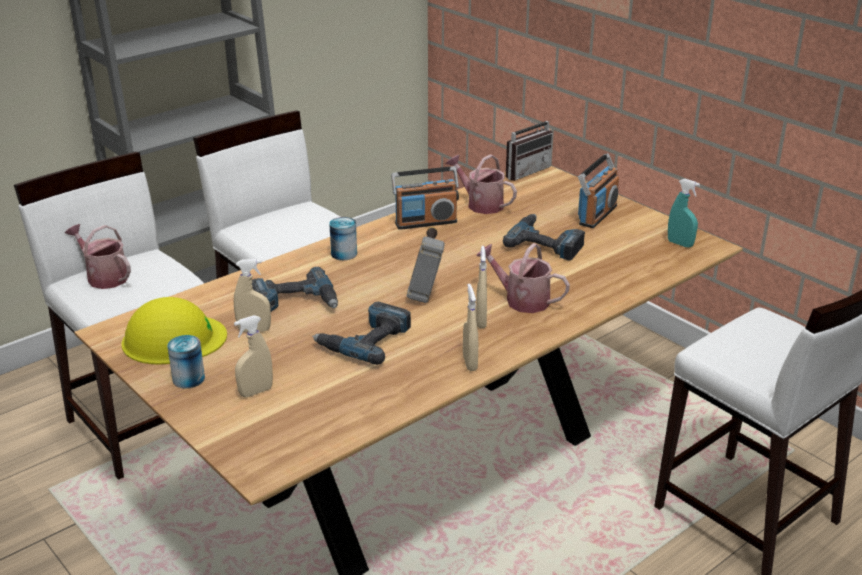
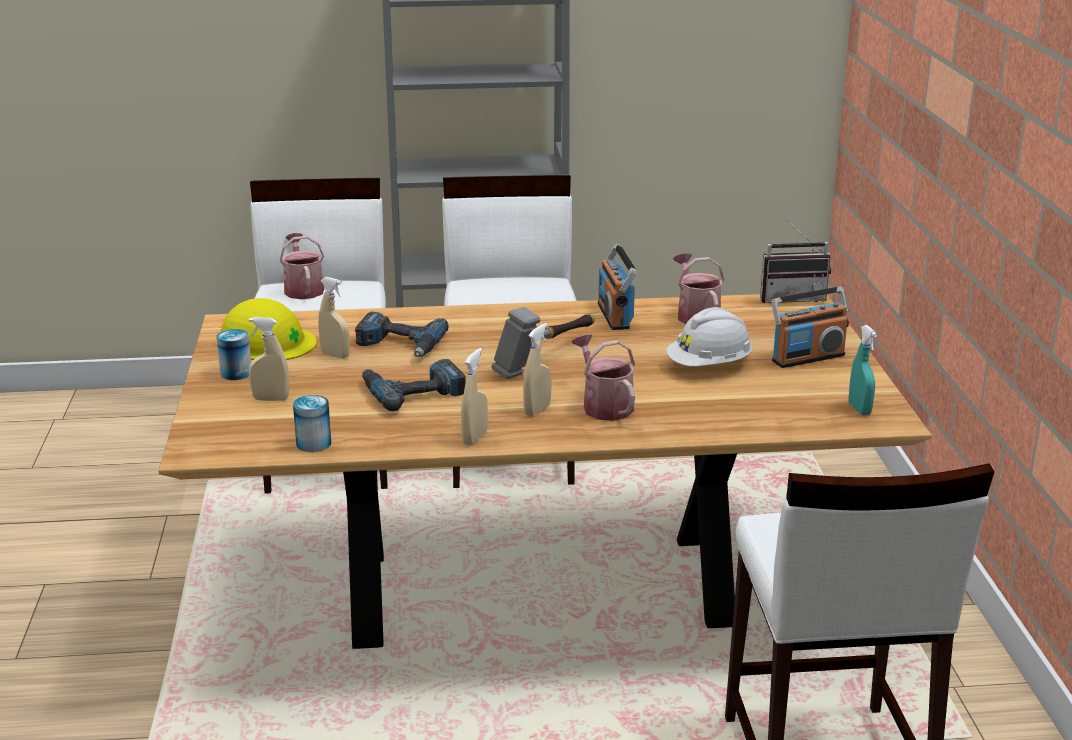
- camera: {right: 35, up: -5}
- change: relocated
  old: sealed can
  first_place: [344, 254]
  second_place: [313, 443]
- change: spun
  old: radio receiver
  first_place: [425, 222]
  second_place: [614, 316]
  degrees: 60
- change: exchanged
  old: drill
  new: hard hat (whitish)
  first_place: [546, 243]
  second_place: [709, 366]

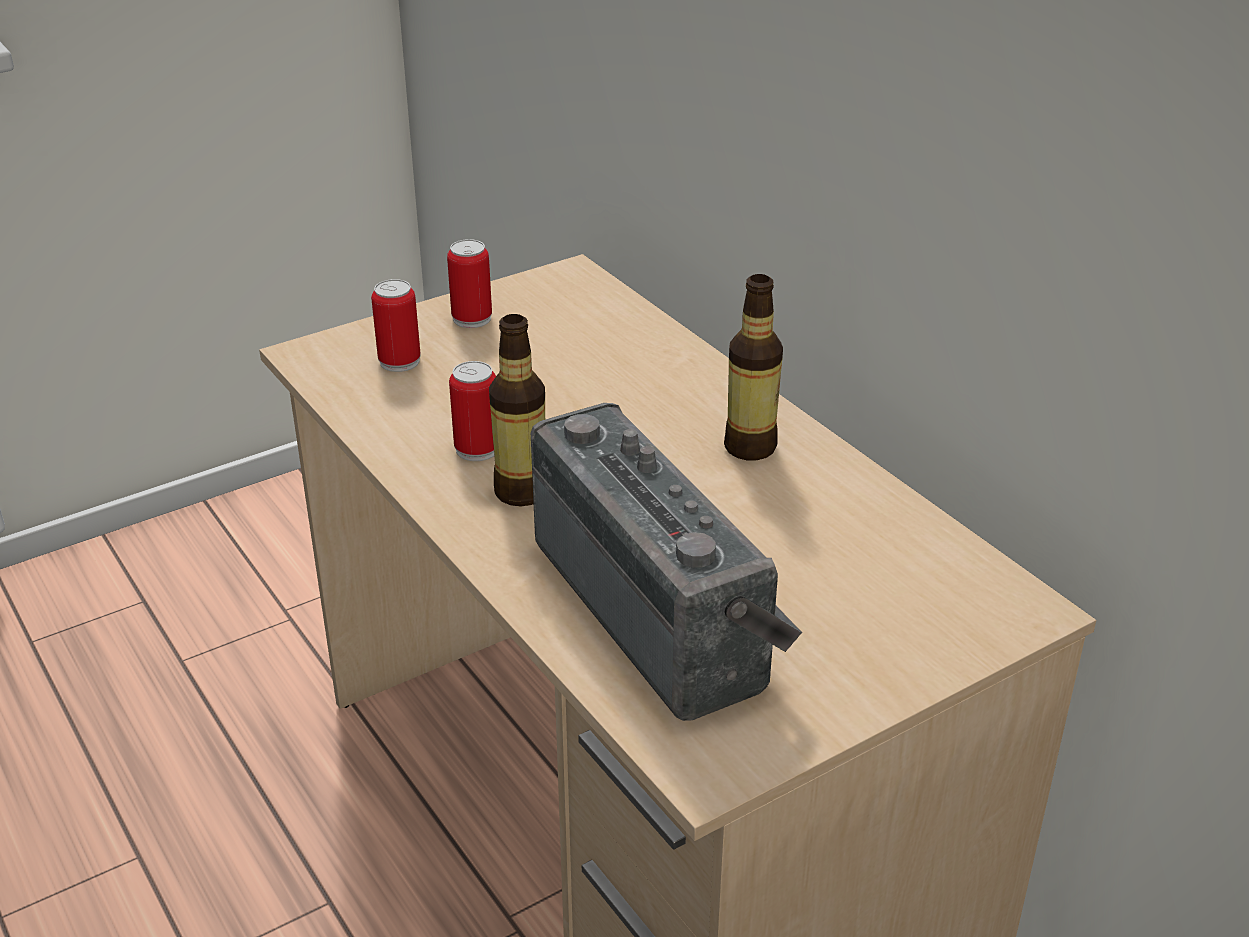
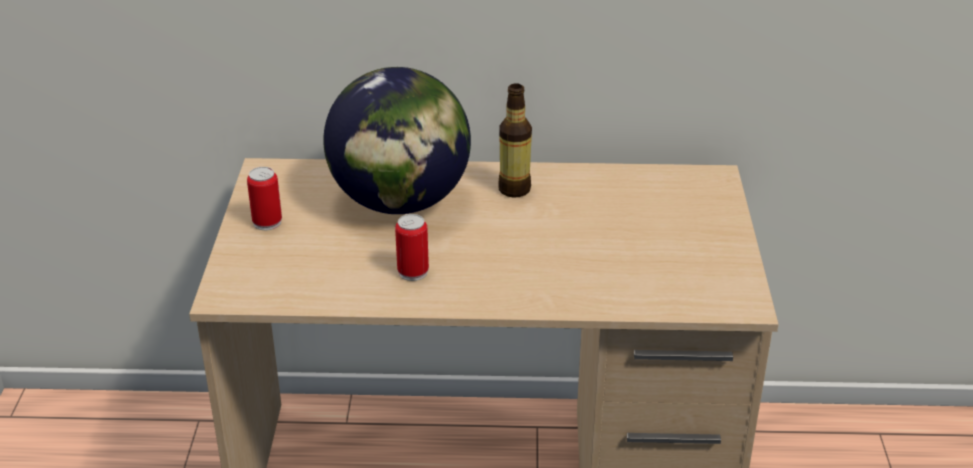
- camera: {right: -55, up: 0}
- change: appeared
  new: globe
  second_place: [400, 202]
- change: missing
  old: sealed can
  first_place: [399, 361]
- change: missing
  old: bottle
  first_place: [521, 492]
- change: missing
  old: radio receiver
  first_place: [661, 610]

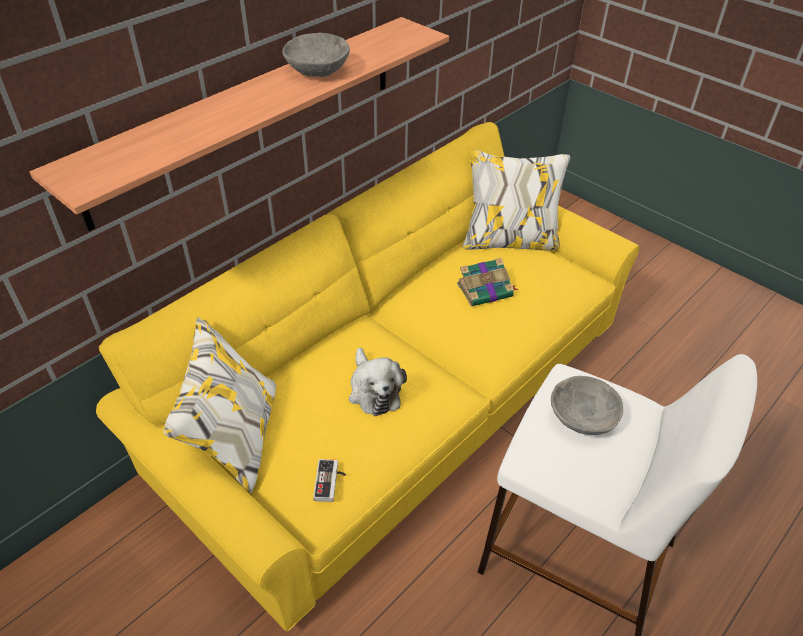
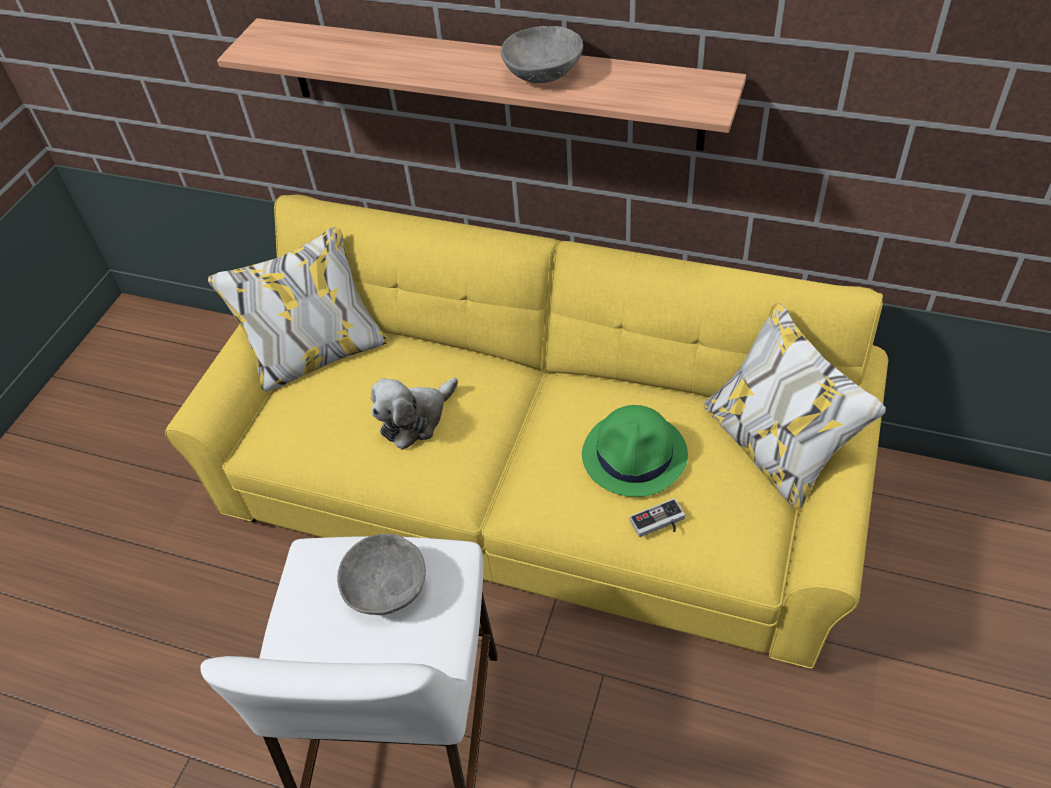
- camera: {right: 70, up: 5}
- change: exchanged
  old: book
  new: clothing hat (green)
  first_place: [486, 290]
  second_place: [635, 455]
- change: relocated
  old: gamepad
  first_place: [330, 482]
  second_place: [659, 524]

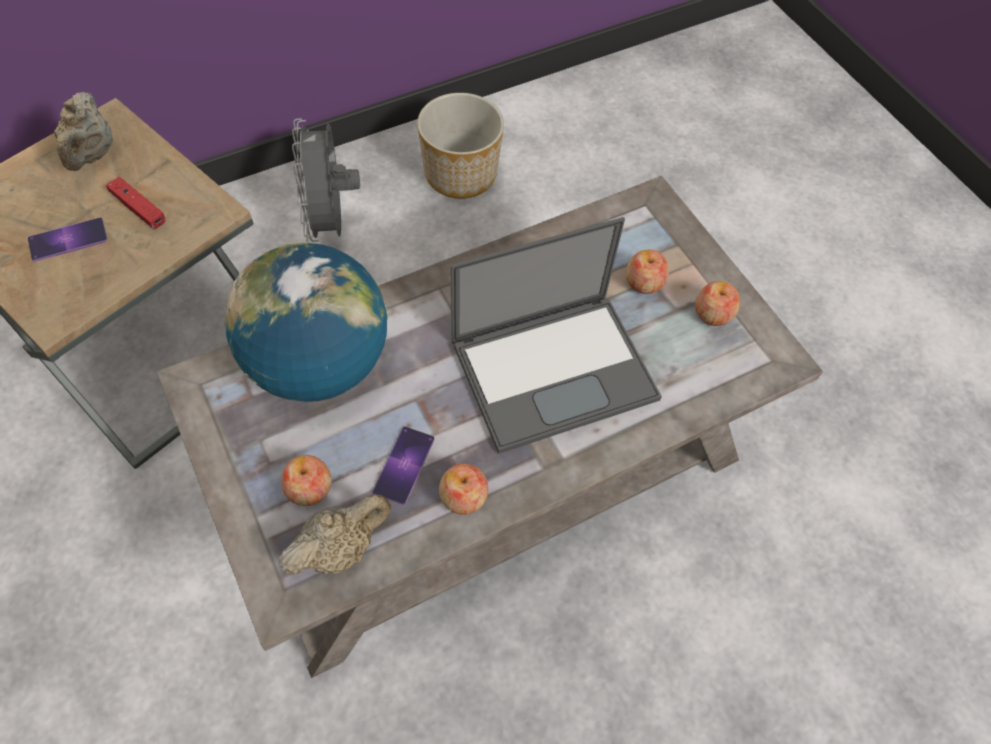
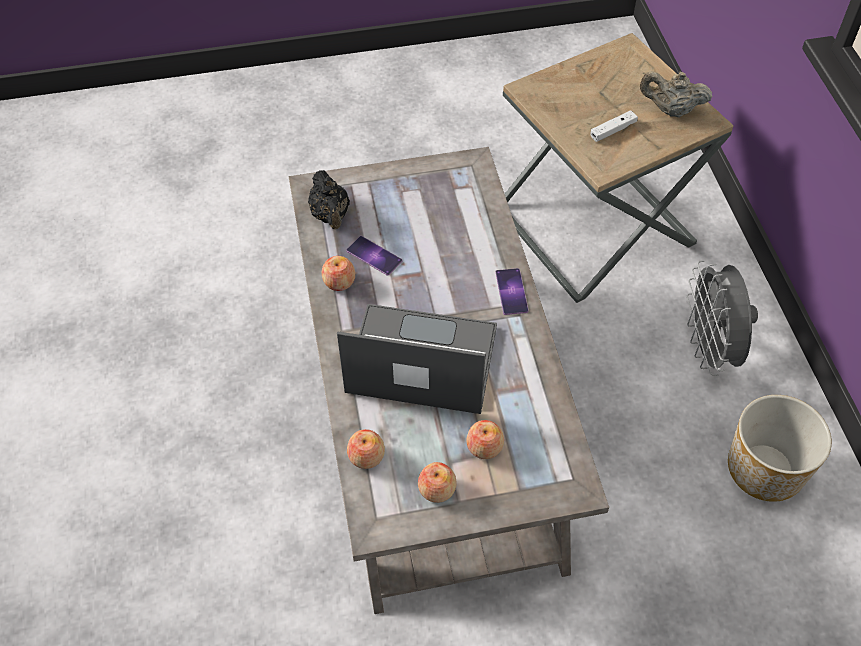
- camera: {right: 110, up: -5}
- change: colour
  old: teapot (beige-coloured)
  new: teapot (black-coloured)
  first_place: [340, 548]
  second_place: [331, 216]
- change: spun
  old: laptop
  first_place: [556, 368]
  second_place: [419, 360]
  degrees: 105
- change: relocated
  old: apple
  first_place: [309, 488]
  second_place: [366, 456]
- change: relocated
  old: telephone
  first_place: [68, 240]
  second_place: [511, 291]
- change: colour
  old: gamepad (red)
  new: gamepad (whitish)
  first_place: [138, 208]
  second_place: [613, 130]
- change: spun
  old: fan (greyish)
  first_place: [330, 223]
  second_place: [709, 349]
  degrees: -105
- change: missing
  old: globe
  first_place: [318, 364]

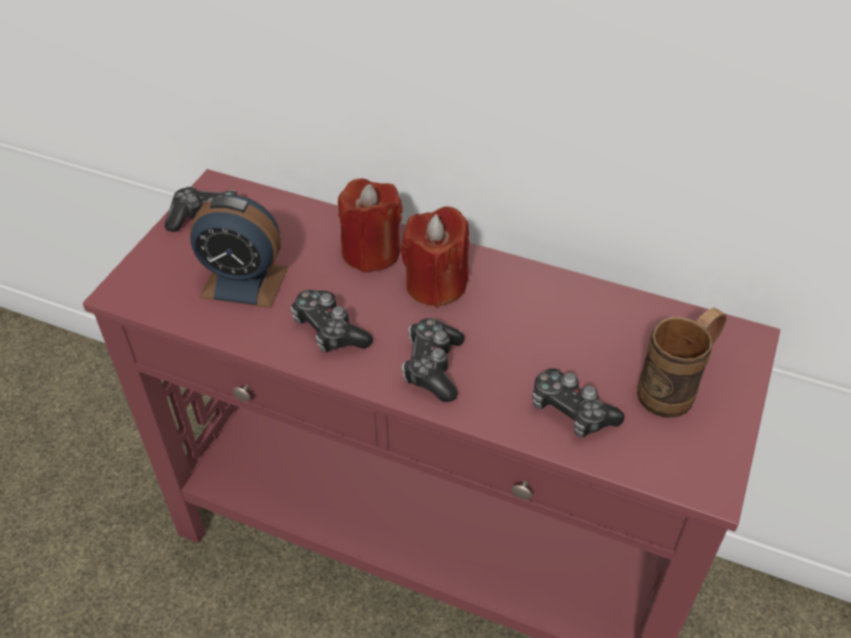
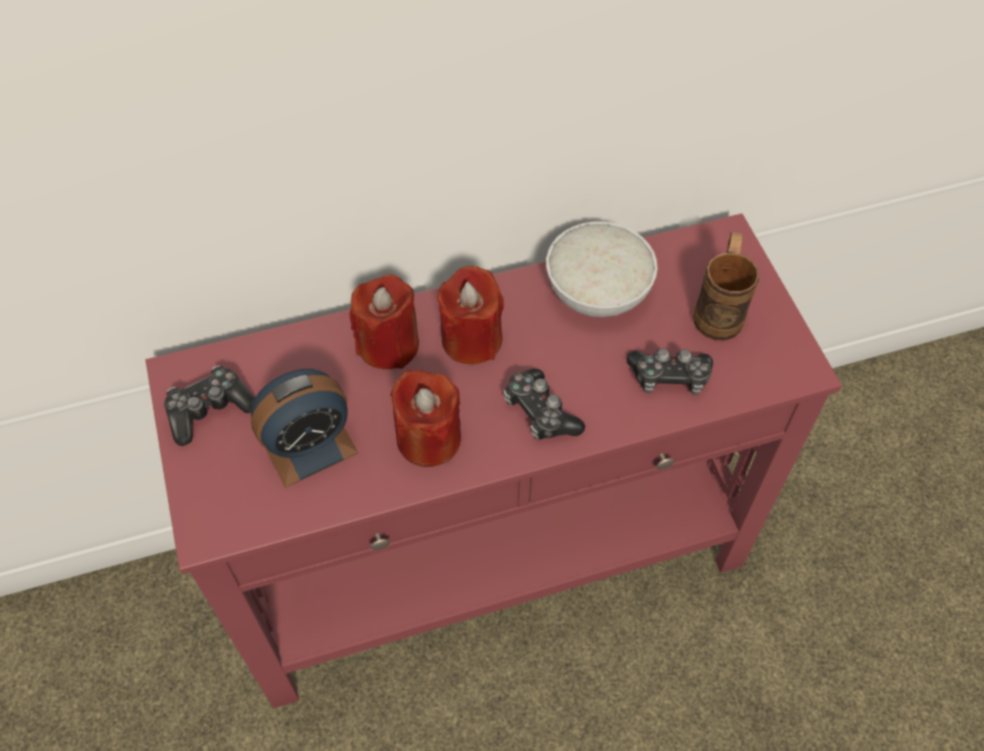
- camera: {right: -40, up: 10}
- change: exchanged
  old: gamepad
  new: candle (red)
  first_place: [329, 330]
  second_place: [428, 439]
- change: appeared
  new: bowl (whitish)
  second_place: [599, 292]

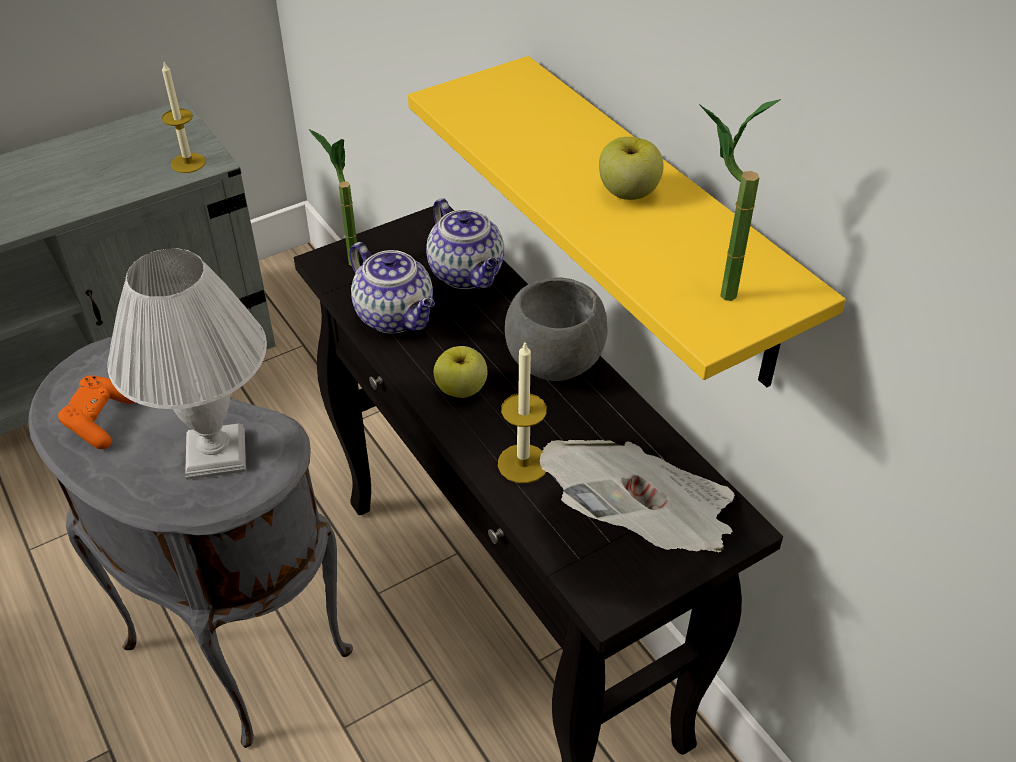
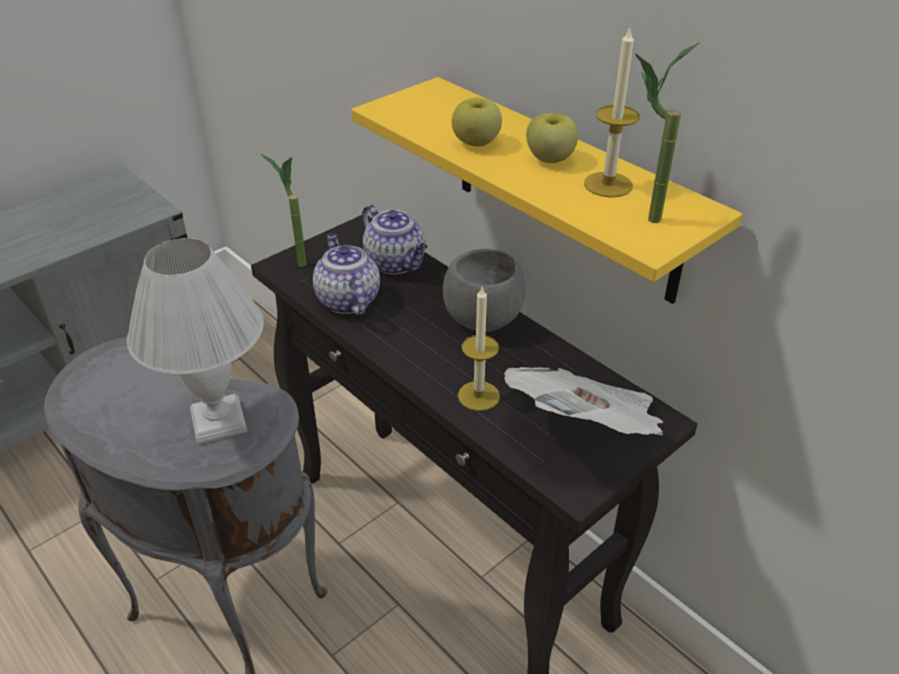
- camera: {right: -10, up: -5}
- change: spun
  old: teapot
  first_place: [396, 317]
  second_place: [347, 300]
  degrees: -150
- change: relocated
  old: apple
  first_place: [461, 389]
  second_place: [476, 143]
- change: relocated
  old: candle
  first_place: [188, 163]
  second_place: [608, 184]
- change: missing
  old: gamepad (orange)
  first_place: [101, 421]

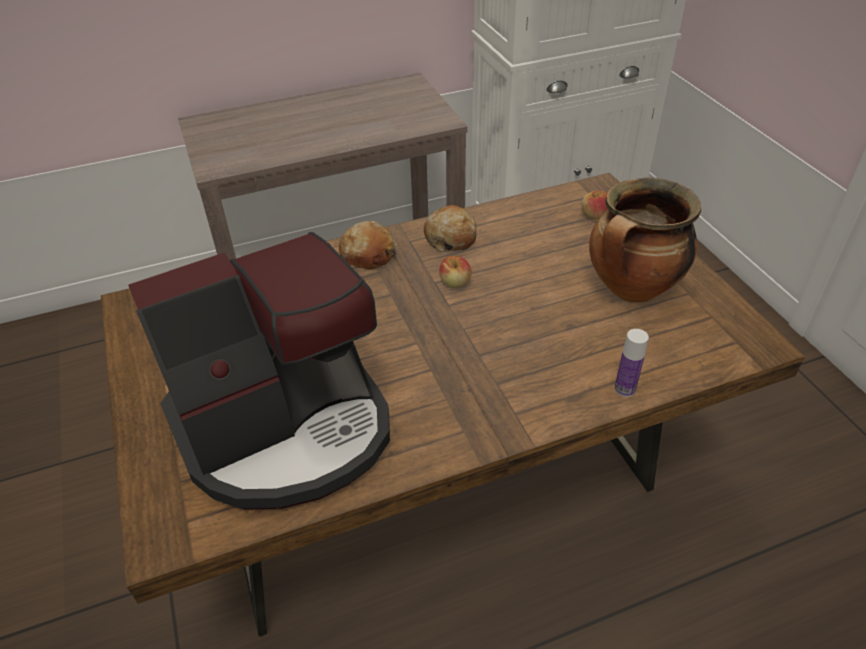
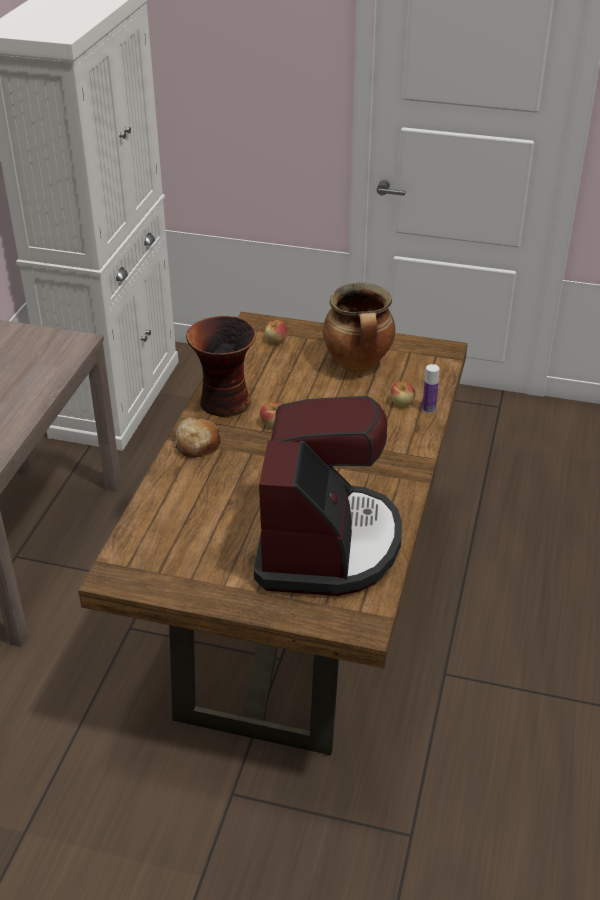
- camera: {right: -55, up: -5}
- change: exchanged
  old: bakery bread
  new: vase
  first_place: [450, 237]
  second_place: [224, 403]
- change: appeared
  new: apple
  second_place: [402, 403]

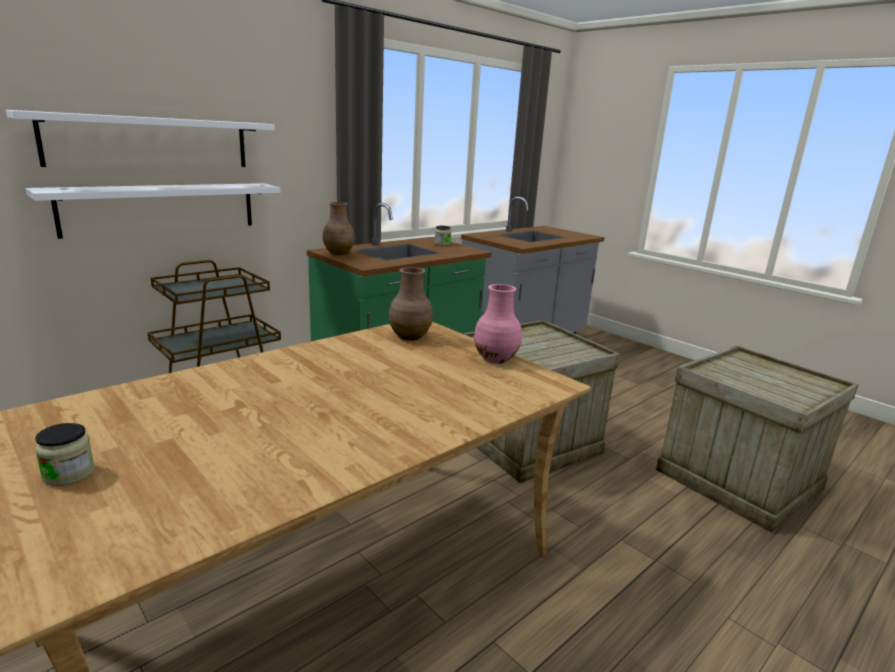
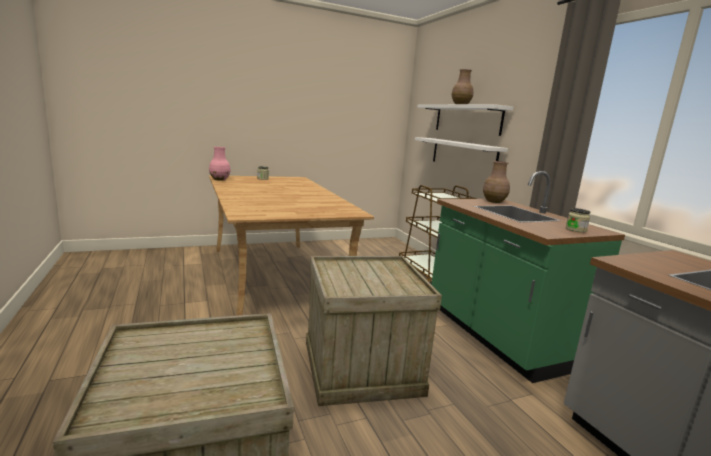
- camera: {right: 110, up: -5}
- change: relocated
  old: vase (pink)
  first_place: [496, 359]
  second_place: [219, 179]
- change: relocated
  old: vase (brown-coloured)
  first_place: [409, 336]
  second_place: [461, 104]

